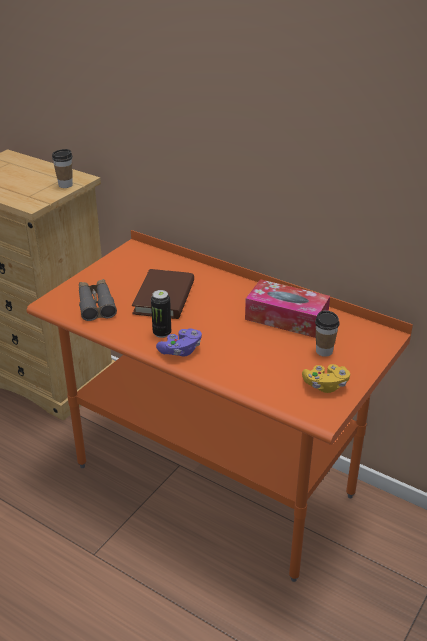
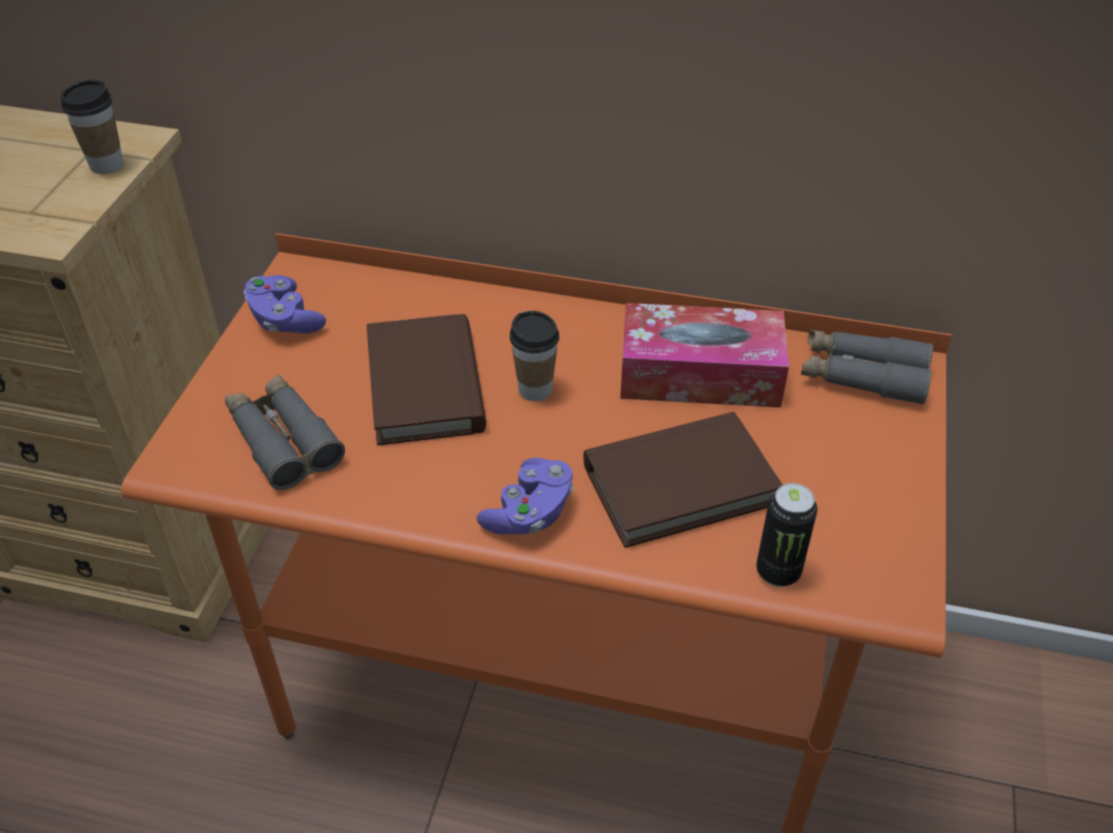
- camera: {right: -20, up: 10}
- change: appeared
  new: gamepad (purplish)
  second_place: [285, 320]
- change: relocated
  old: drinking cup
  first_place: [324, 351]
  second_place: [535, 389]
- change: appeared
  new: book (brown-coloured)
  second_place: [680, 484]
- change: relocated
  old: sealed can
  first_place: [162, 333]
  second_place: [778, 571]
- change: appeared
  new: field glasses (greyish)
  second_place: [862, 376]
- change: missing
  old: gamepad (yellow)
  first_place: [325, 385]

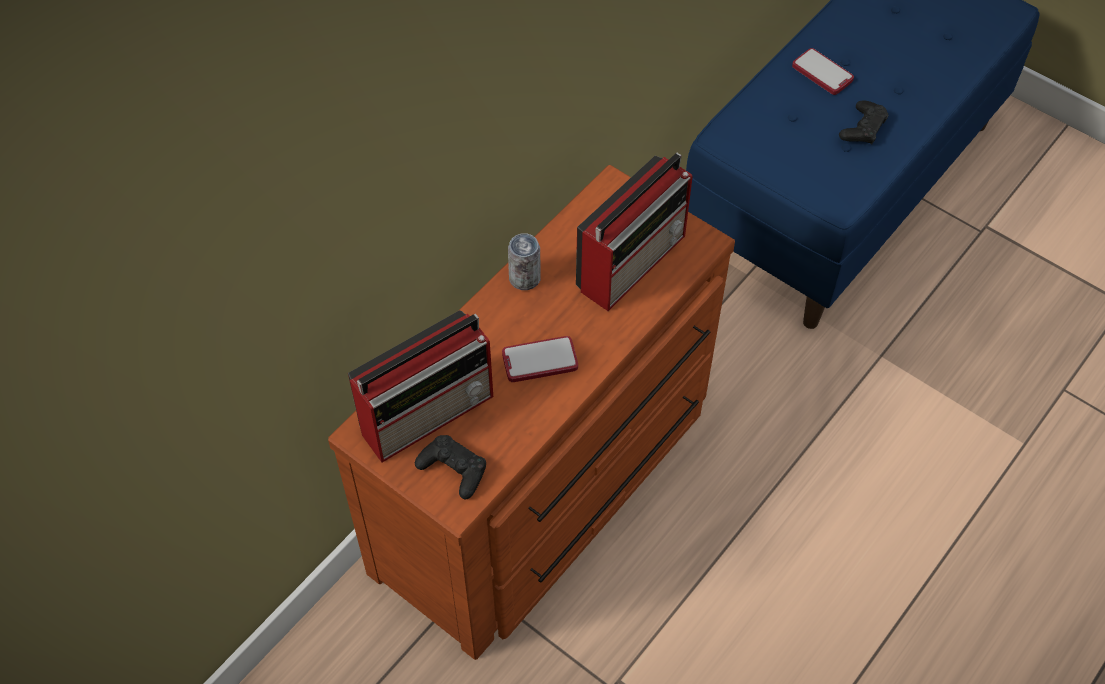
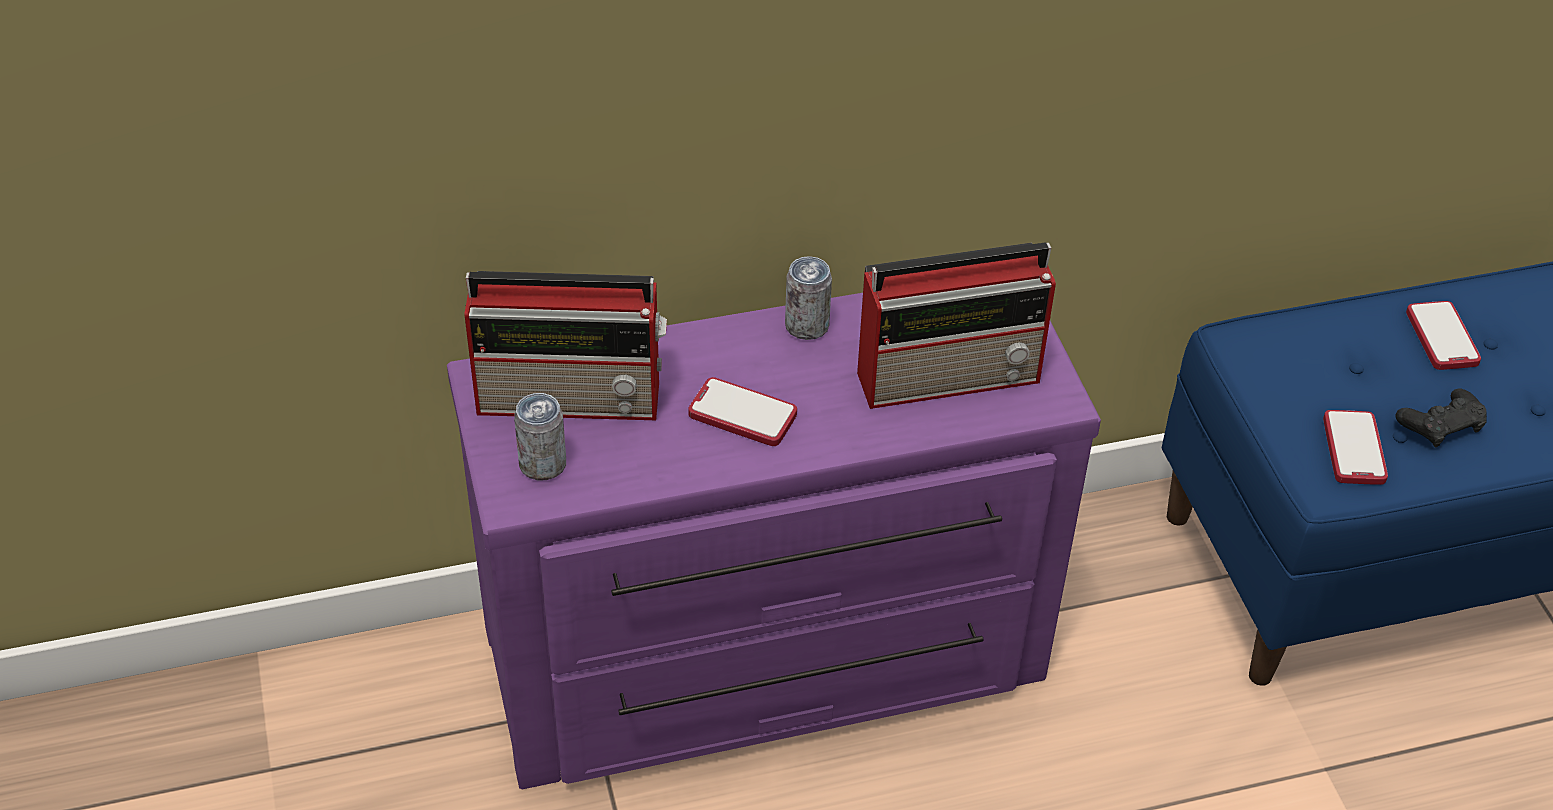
- camera: {right: 35, up: -10}
- change: colour
  old: dresser (brown-coloured)
  new: dresser (purplish)
  first_place: [550, 486]
  second_place: [768, 664]
- change: exchanged
  old: gamepad (black-coloured)
  new: sealed can
  first_place: [453, 469]
  second_place: [543, 465]
- change: appeared
  new: telephone
  second_place: [1354, 449]

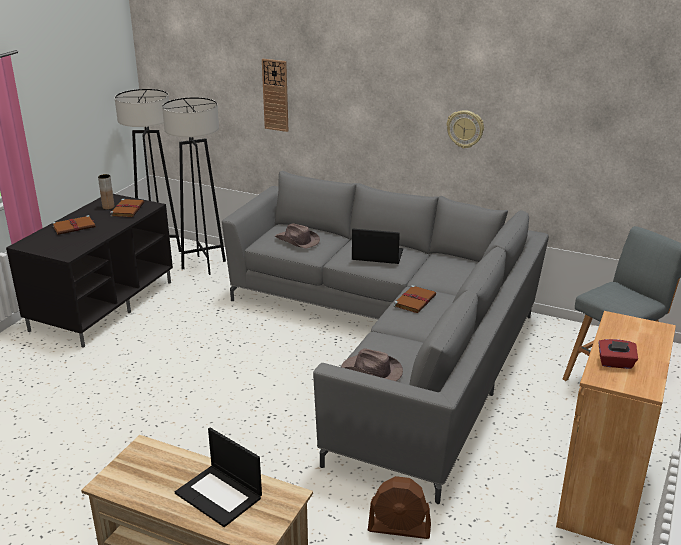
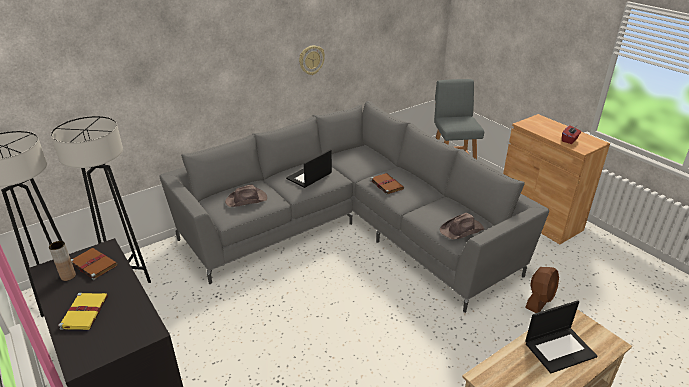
- camera: {right: -60, up: 5}
- change: colour
  old: book (brown-coloured)
  new: book (yellow)
  first_place: [74, 227]
  second_place: [85, 312]
- change: missing
  old: hanging clock
  first_place: [275, 95]

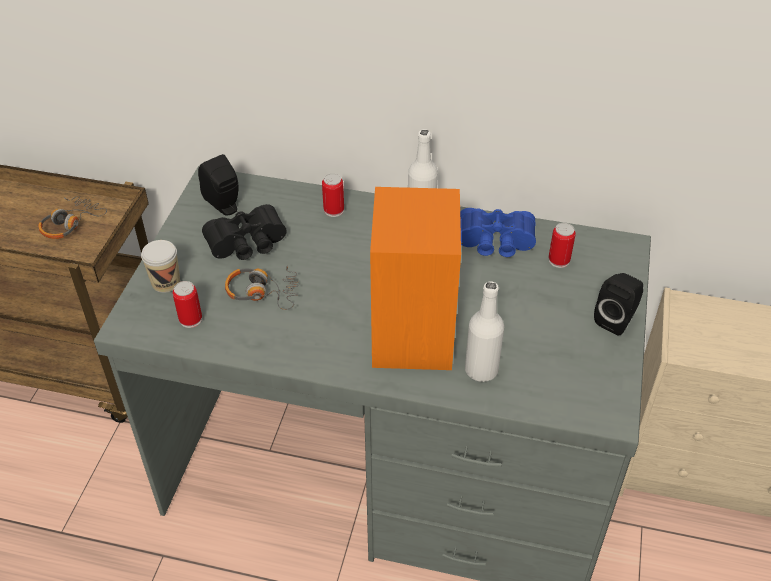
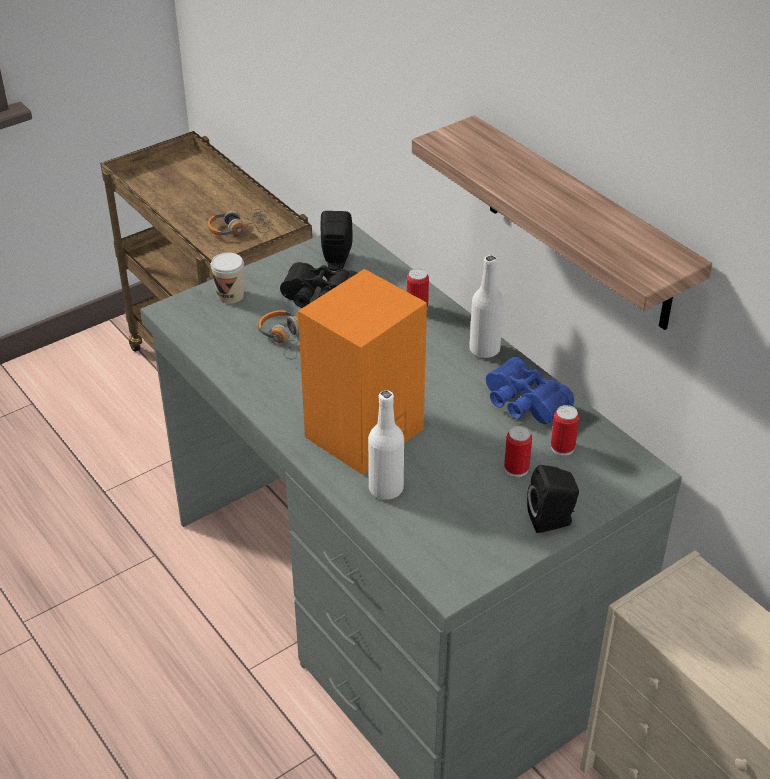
- camera: {right: 40, up: -5}
- change: appeared
  new: shelf
  second_place: [579, 225]
- change: relocated
  old: sealed can
  first_place: [190, 319]
  second_place: [516, 469]

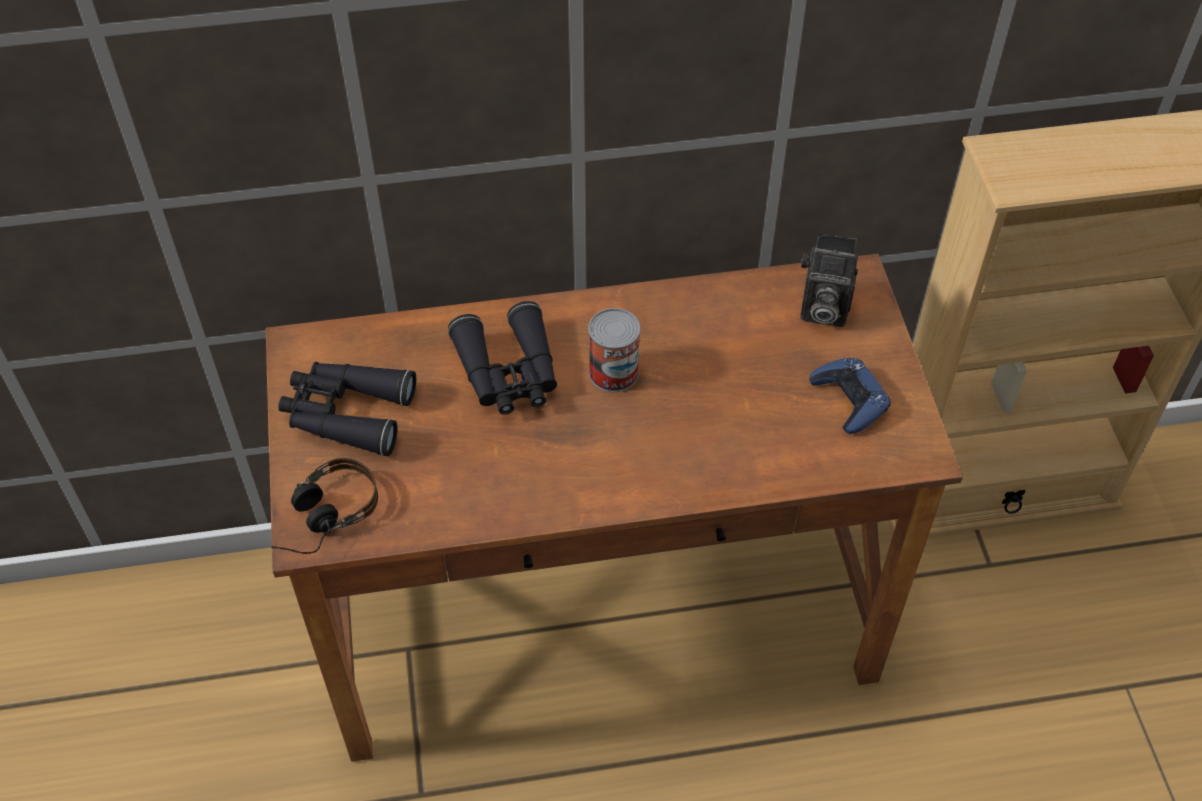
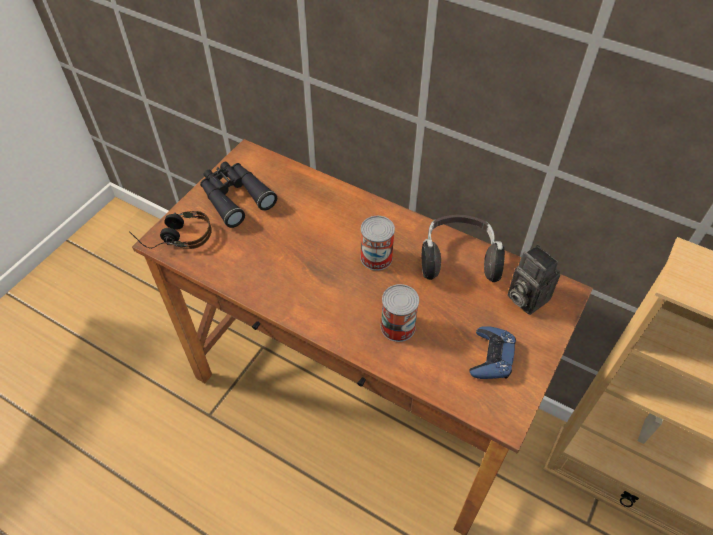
- camera: {right: 40, up: 0}
- change: appeared
  new: sealed can
  second_place: [398, 326]
- change: appeared
  new: headphones
  second_place: [458, 259]
- change: missing
  old: field glasses (black-coloured)
  first_place: [509, 373]

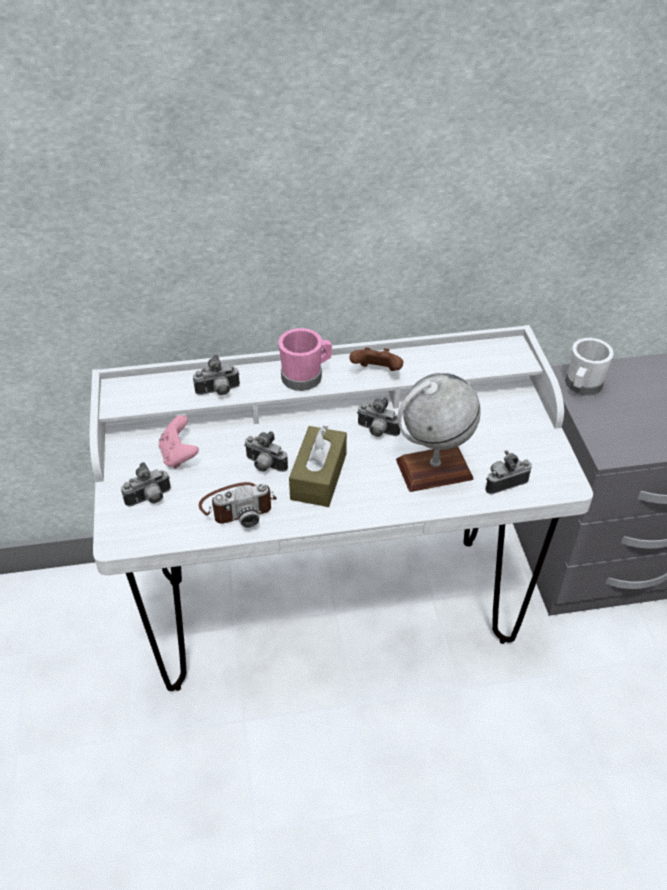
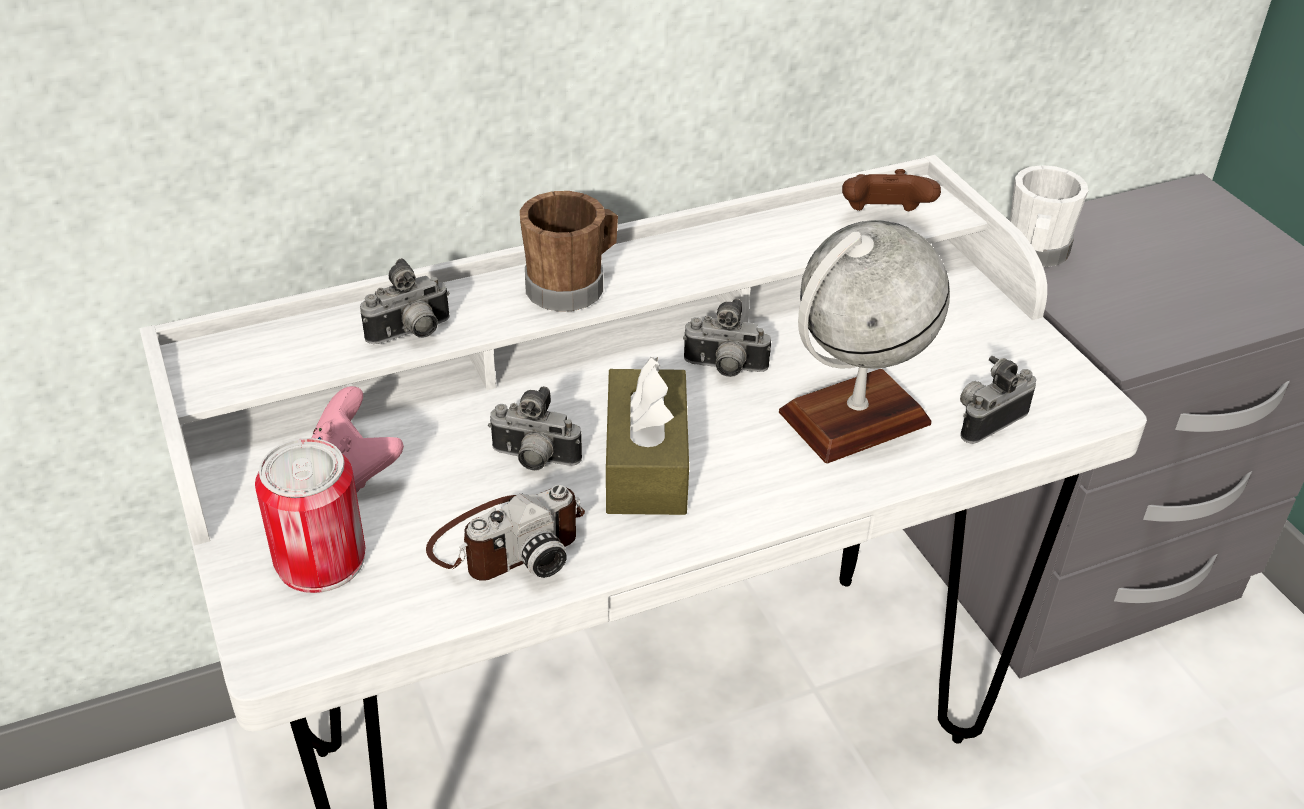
- camera: {right: -15, up: -5}
- change: exchanged
  old: still camera
  new: sealed can
  first_place: [150, 499]
  second_place: [320, 560]
- change: colour
  old: coffee mug (pink)
  new: coffee mug (brown-coloured)
  first_place: [306, 376]
  second_place: [572, 286]
- change: relocated
  old: gamepad (brown-coloured)
  first_place: [377, 372]
  second_place: [883, 217]

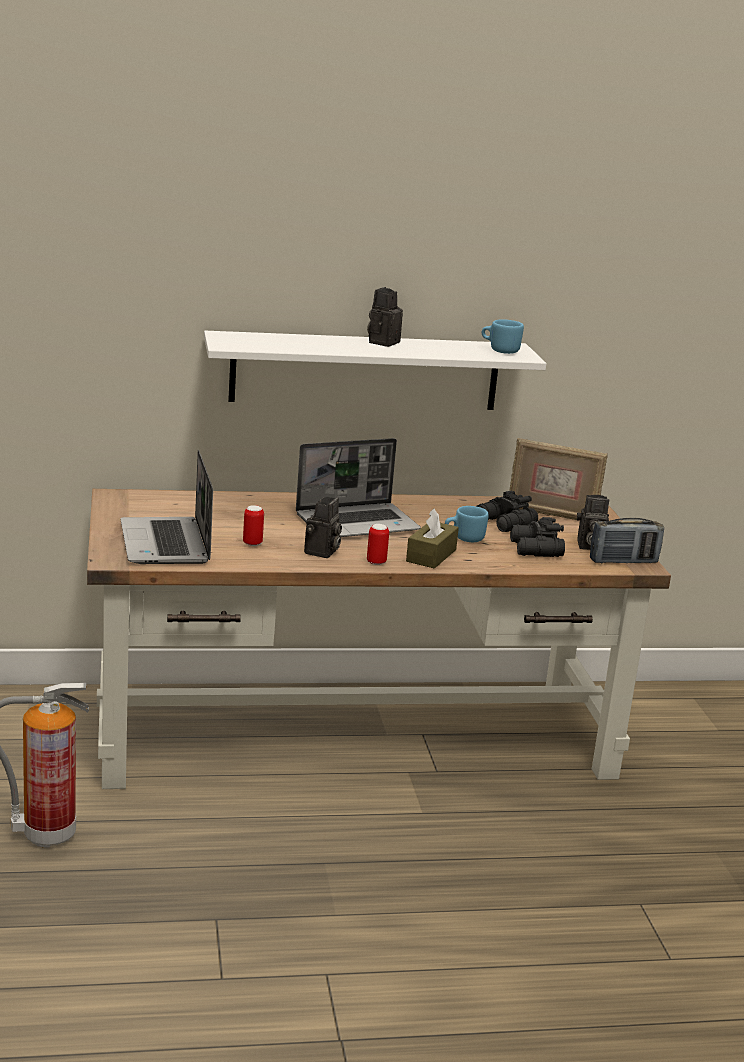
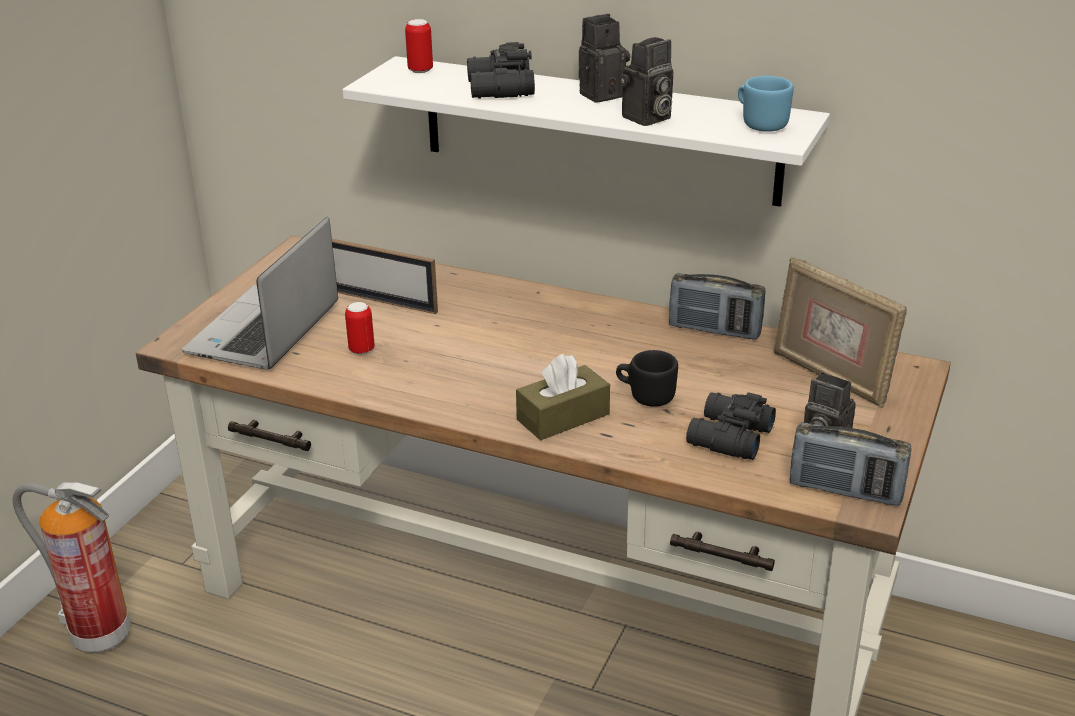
- camera: {right: 35, up: 10}
- change: appeared
  new: photo frame
  second_place: [381, 301]
- change: relocated
  old: sealed can
  first_place: [376, 562]
  second_place: [420, 70]
- change: relocated
  old: field glasses (black-coloured)
  first_place: [504, 524]
  second_place: [498, 89]
- change: colour
  old: coffee mug (bluish)
  new: coffee mug (black-coloured)
  first_place: [464, 538]
  second_place: [645, 396]
- change: relocated
  old: still camera
  first_place: [322, 552]
  second_place: [646, 118]
- change: appeared
  new: radio receiver
  second_place: [714, 330]
- change: missing
  old: laptop
  first_place: [358, 523]

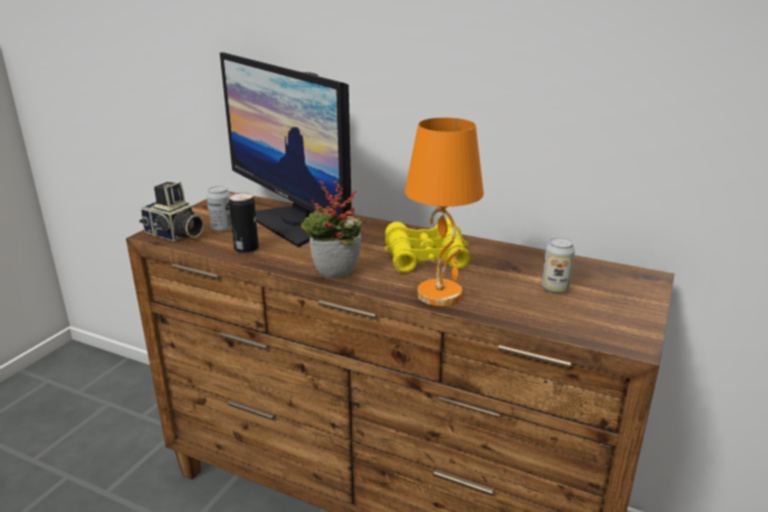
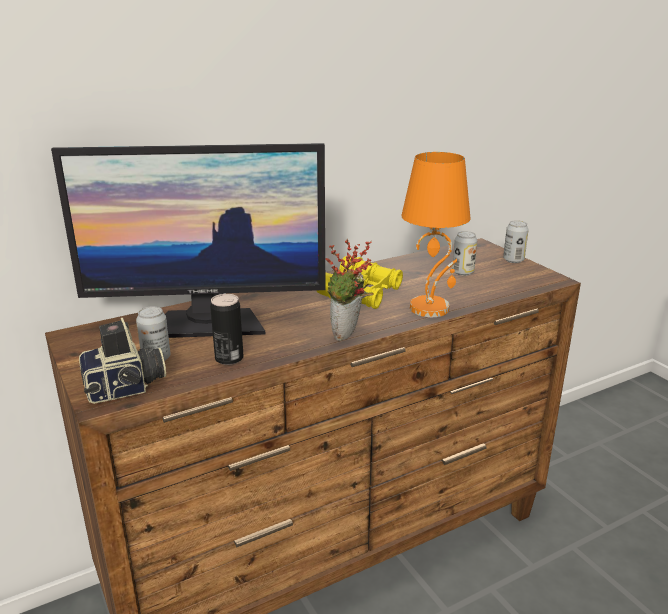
- camera: {right: -55, up: 0}
- change: appeared
  new: sealed can
  second_place: [513, 260]

